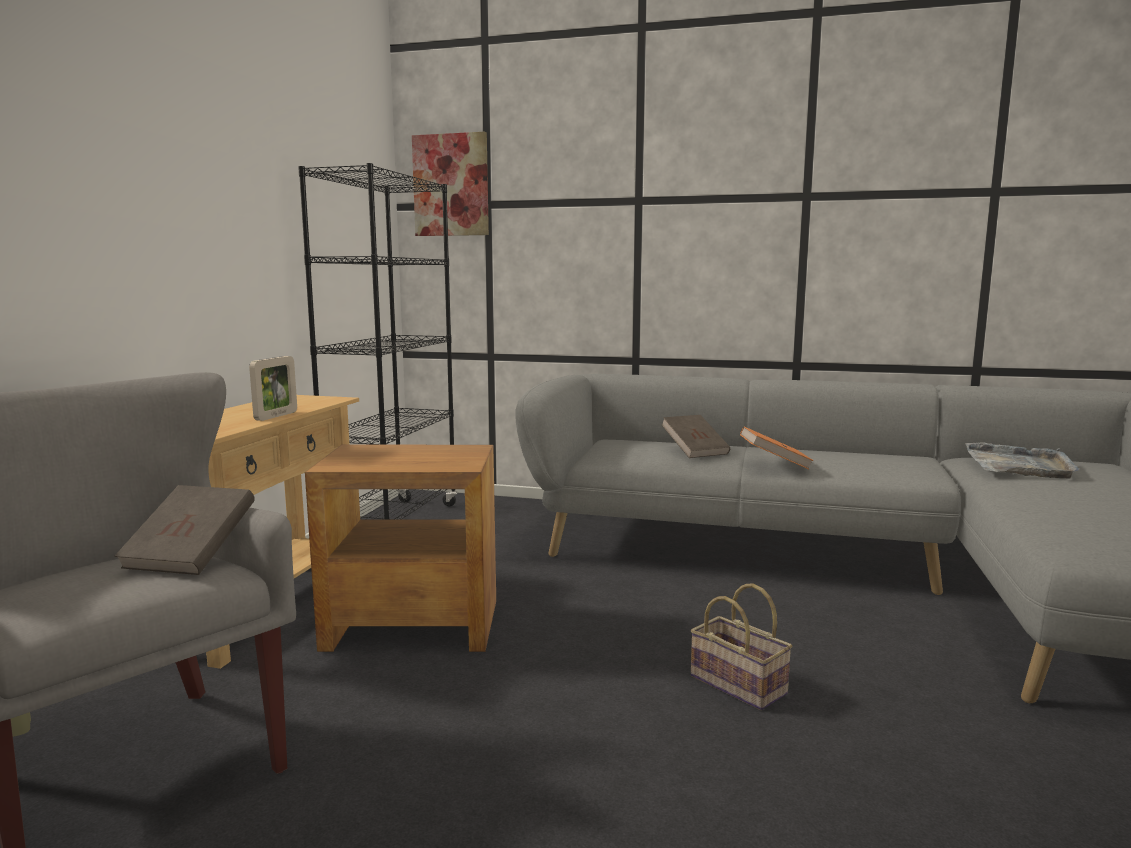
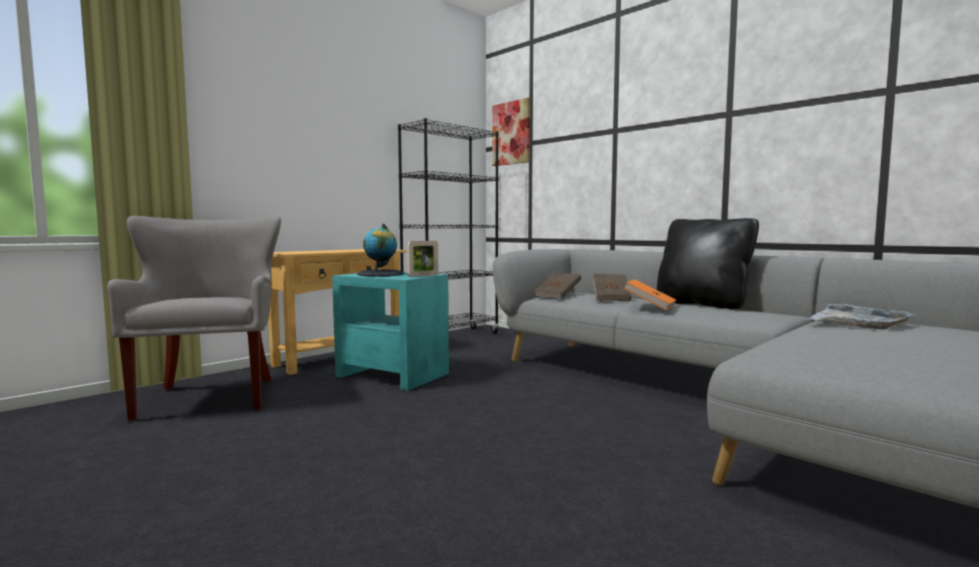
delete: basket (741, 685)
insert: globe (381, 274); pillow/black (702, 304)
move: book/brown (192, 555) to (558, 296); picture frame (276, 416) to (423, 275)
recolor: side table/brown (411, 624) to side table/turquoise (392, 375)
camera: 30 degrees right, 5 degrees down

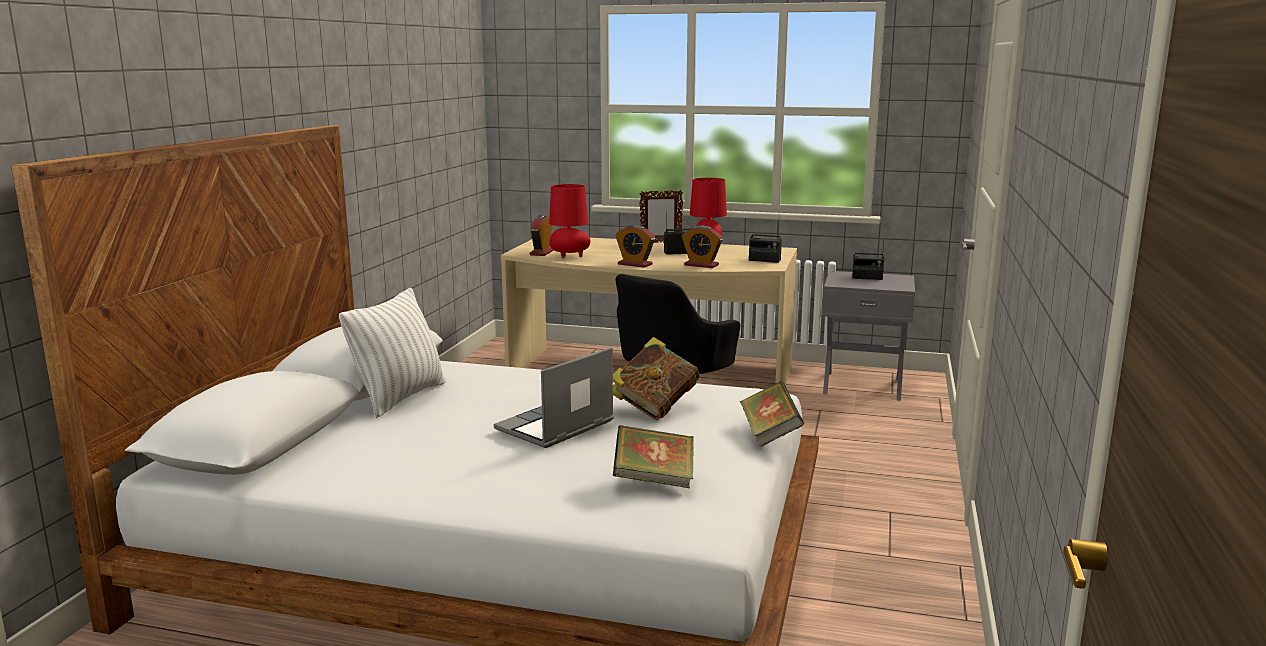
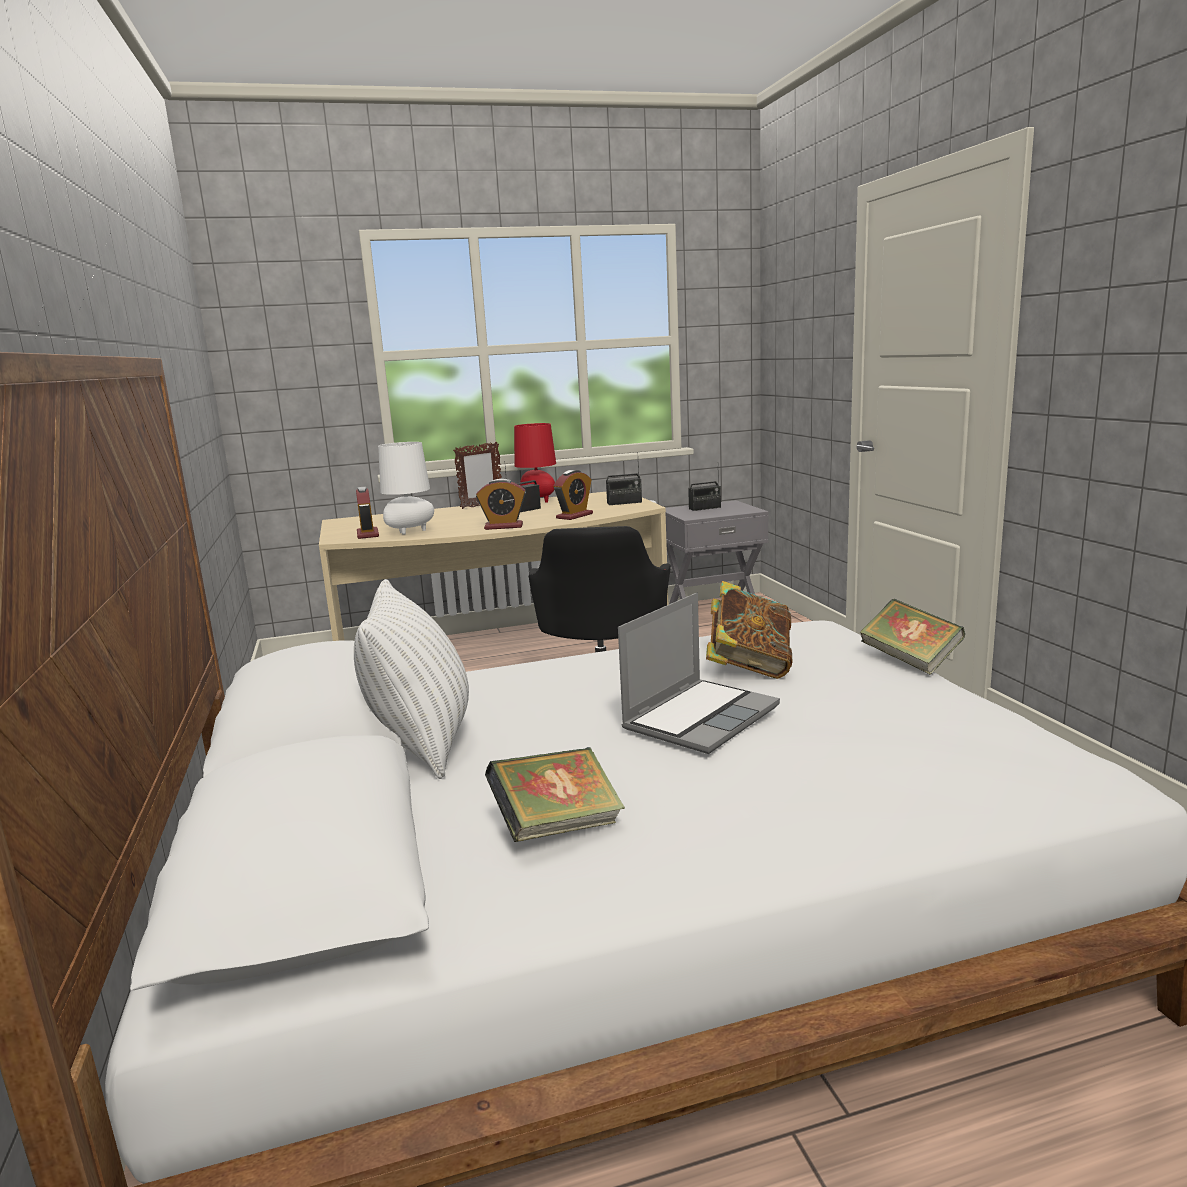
move: book (654, 480) to (557, 827)
recolor: table lamp/red (569, 256) to table lamp/white (410, 532)
rotate: laptop (555, 427) = (700, 717) 150 degrees counterclockwise; alarm clock (701, 265) = (574, 516) 45 degrees counterclockwise
camera: 30 degrees left, 0 degrees up

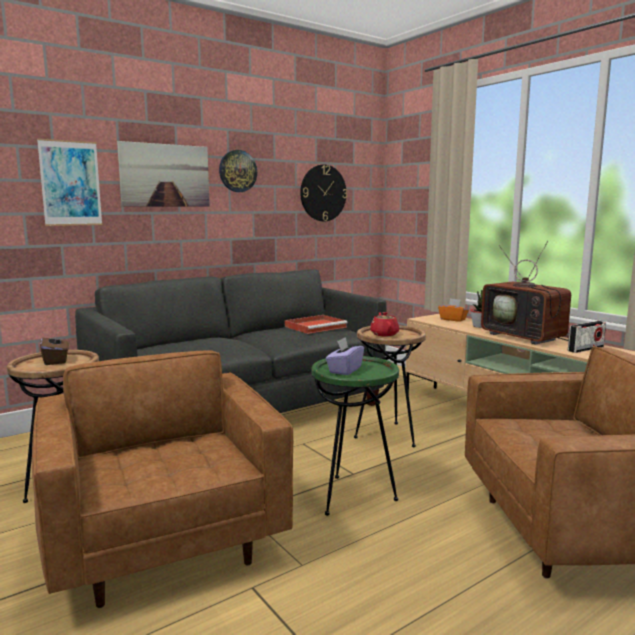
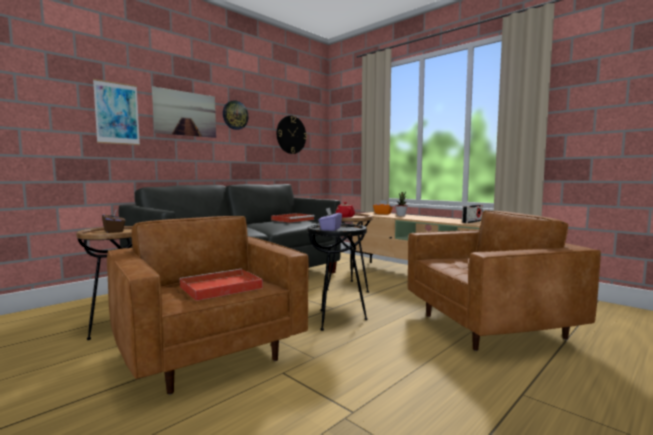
delete: television (526, 337)
insert: tray/red (219, 288)
recolor: side table/green (353, 496) to side table/black (336, 319)
camera: 10 degrees left, 5 degrees down

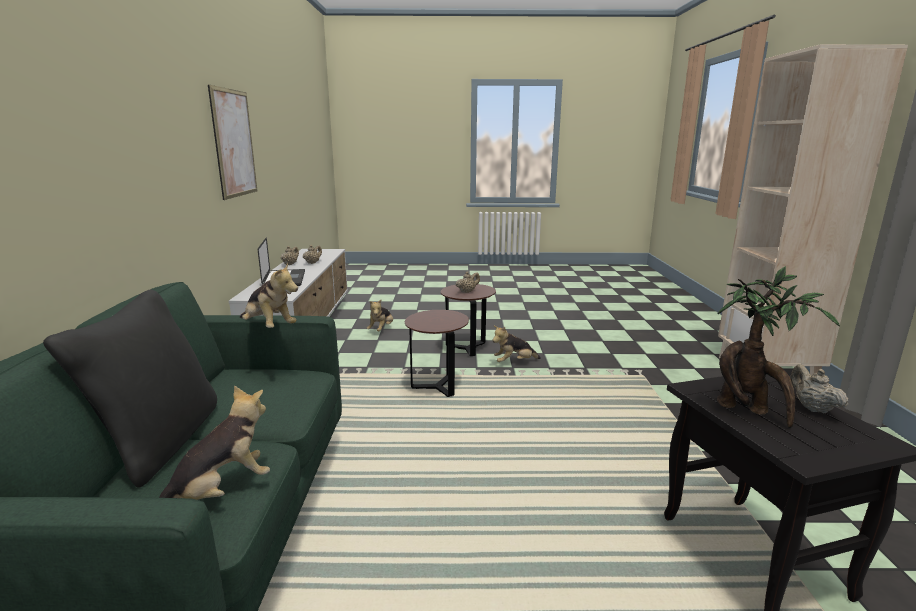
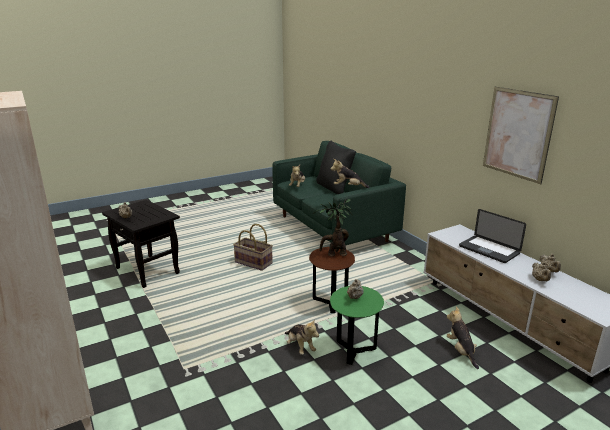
insert: basket (253, 263)
move: potted plant (748, 411) to (334, 254)
recolor: side table/brown (467, 348) to side table/green (354, 351)
rotate: plush toy (514, 362) = (300, 347) 105 degrees clockwise
camera: 150 degrees right, 5 degrees up

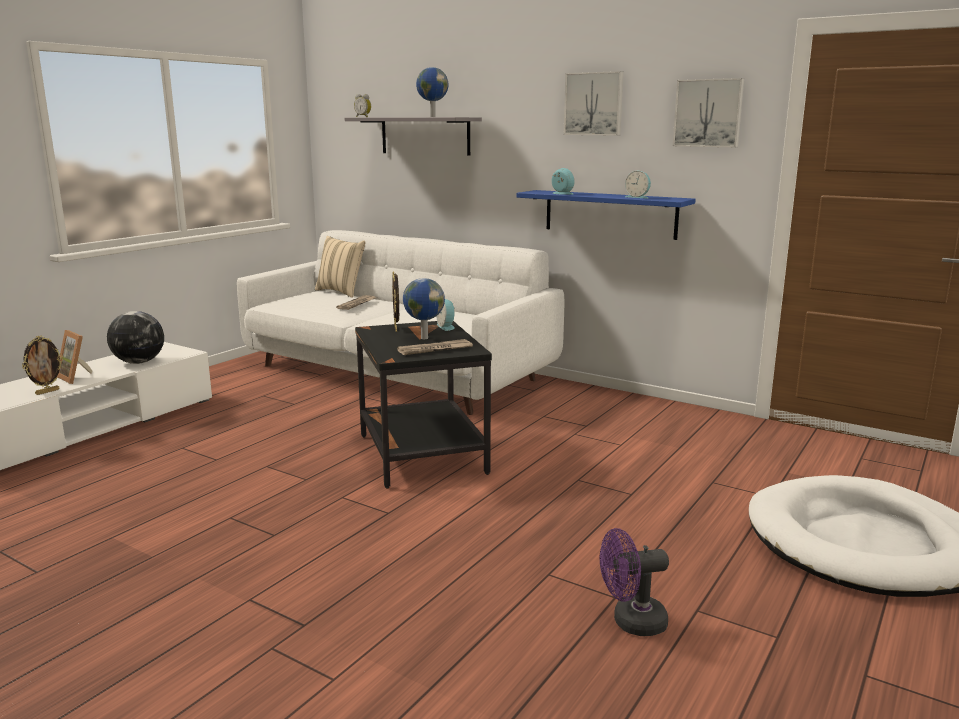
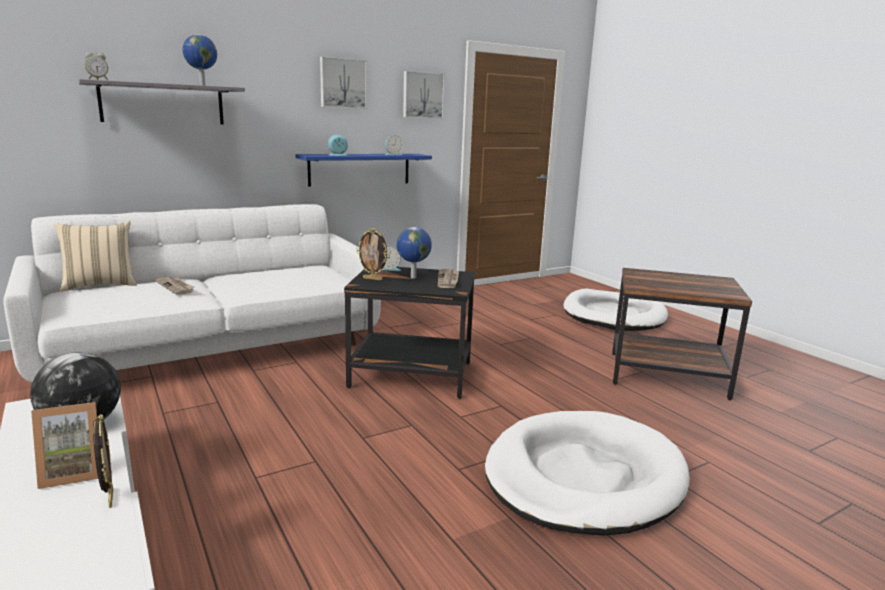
insert: dog bed/white (583, 477)
replace: fan/purple (631, 622) to side table/brown (667, 375)
camera: 65 degrees left, 0 degrees up

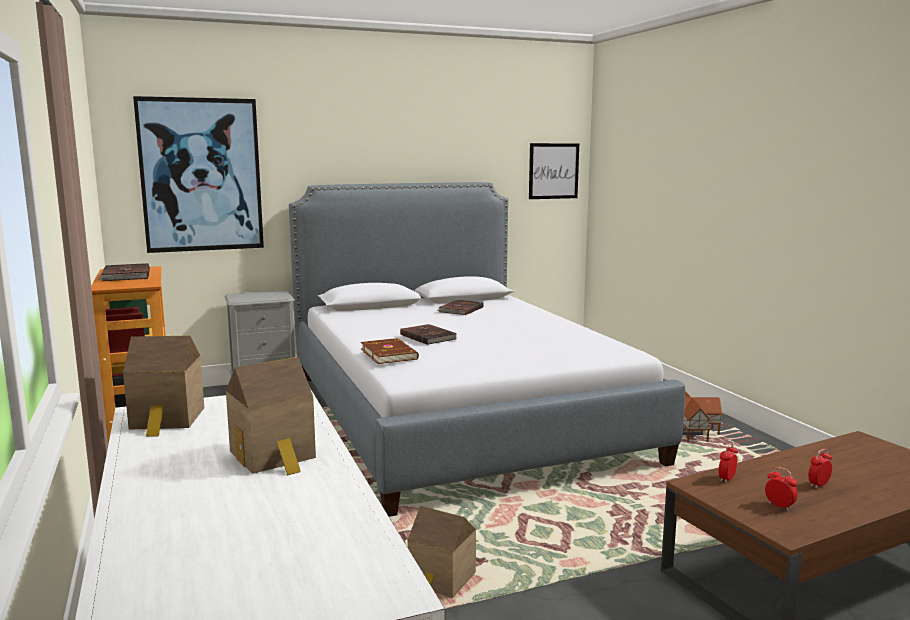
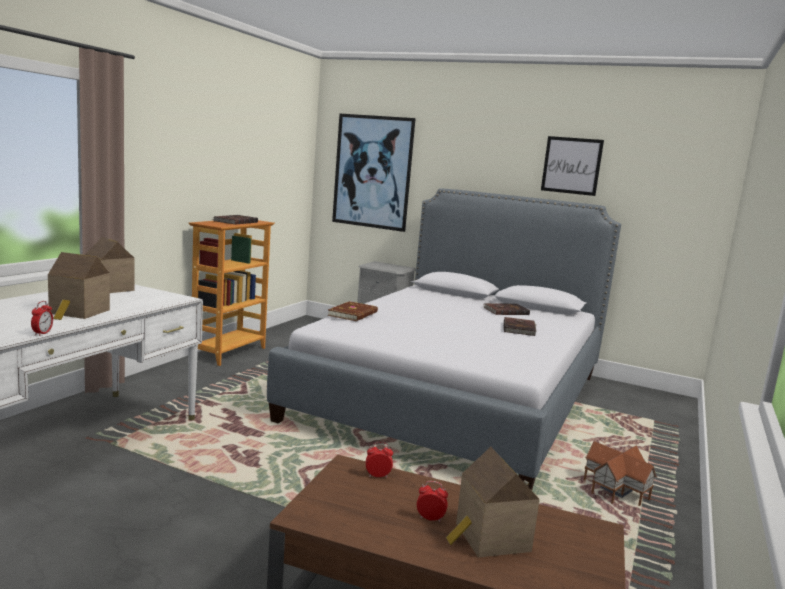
move: book/brown (428, 336) to (520, 328); toy house (441, 581) to (489, 538); picture (553, 171) to (571, 165); alarm clock (779, 506) to (42, 333)
camera: 45 degrees right, 0 degrees up

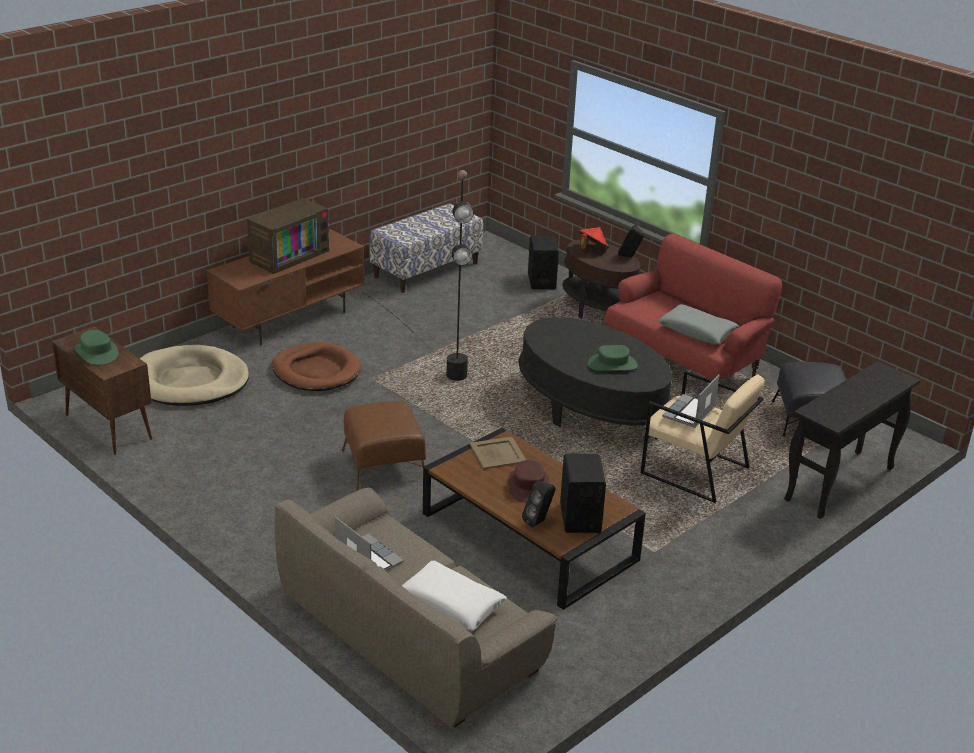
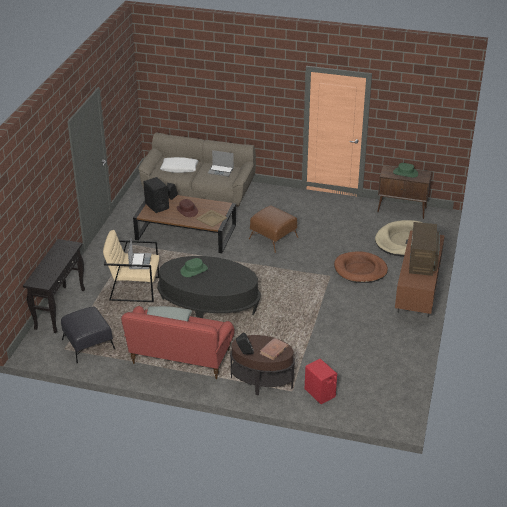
delete: floor lamp/black (429, 350); bench (426, 270)
replace: hat/red (591, 249) to book/brown (273, 350)
recolor: speaker/black (541, 281) to speaker/red (320, 393)
camera: 150 degrees right, 5 degrees up

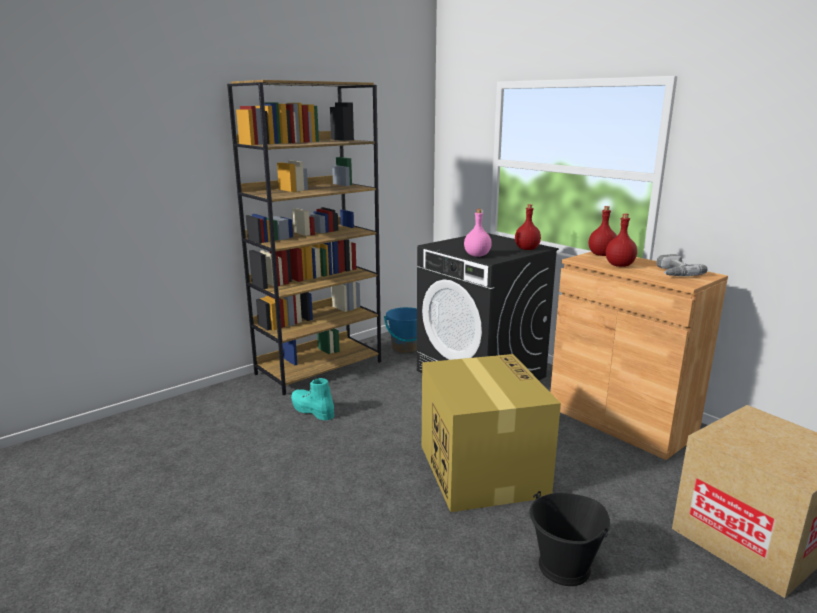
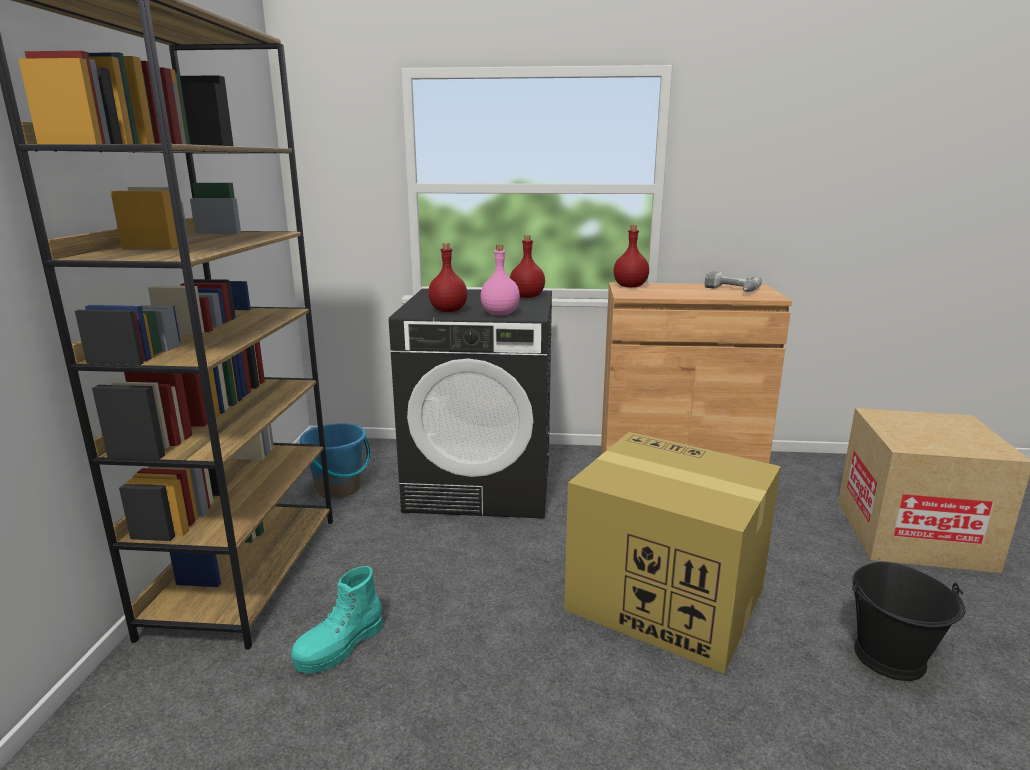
move: bottle/red (619, 265) to (448, 310)
rotate: boot/turquoise (312, 410) = (340, 647) 45 degrees counterclockwise
camera: 45 degrees left, 0 degrees up

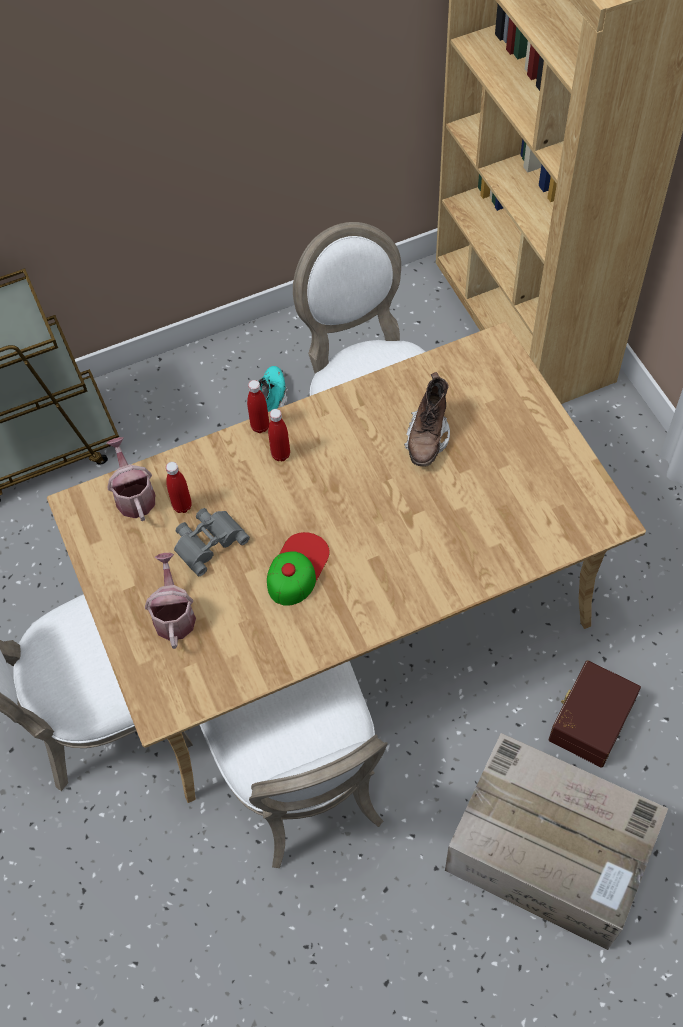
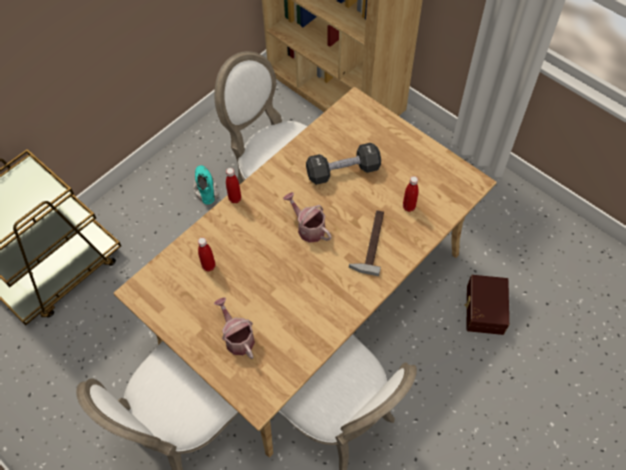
delete: binoculars/grey (208, 541); cap (297, 568); cardboard box (551, 853)
insert: hammer (370, 242)
move: watering can (134, 495) to (308, 228); bottle/red (280, 455) to (408, 207)
replace: boot/brown (427, 439) to dumbbell/black (343, 171)
camera: 25 degrees left, 0 degrees up

